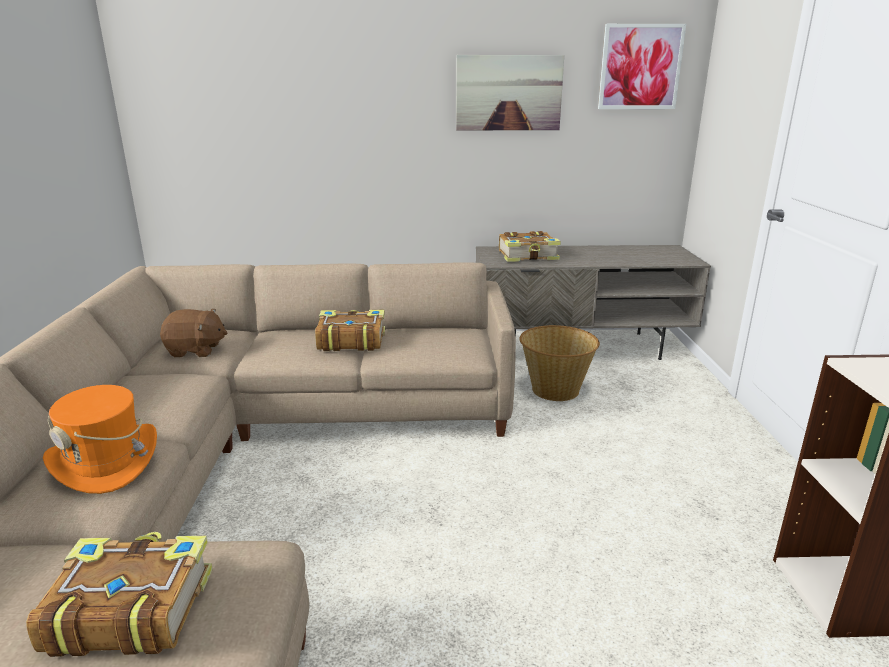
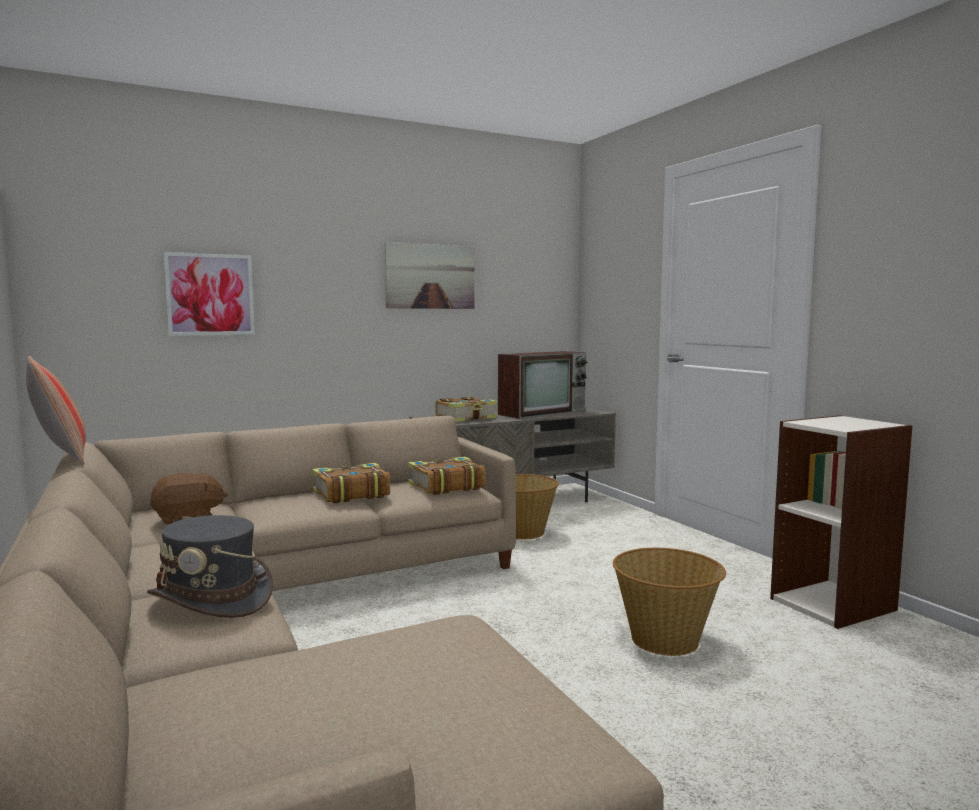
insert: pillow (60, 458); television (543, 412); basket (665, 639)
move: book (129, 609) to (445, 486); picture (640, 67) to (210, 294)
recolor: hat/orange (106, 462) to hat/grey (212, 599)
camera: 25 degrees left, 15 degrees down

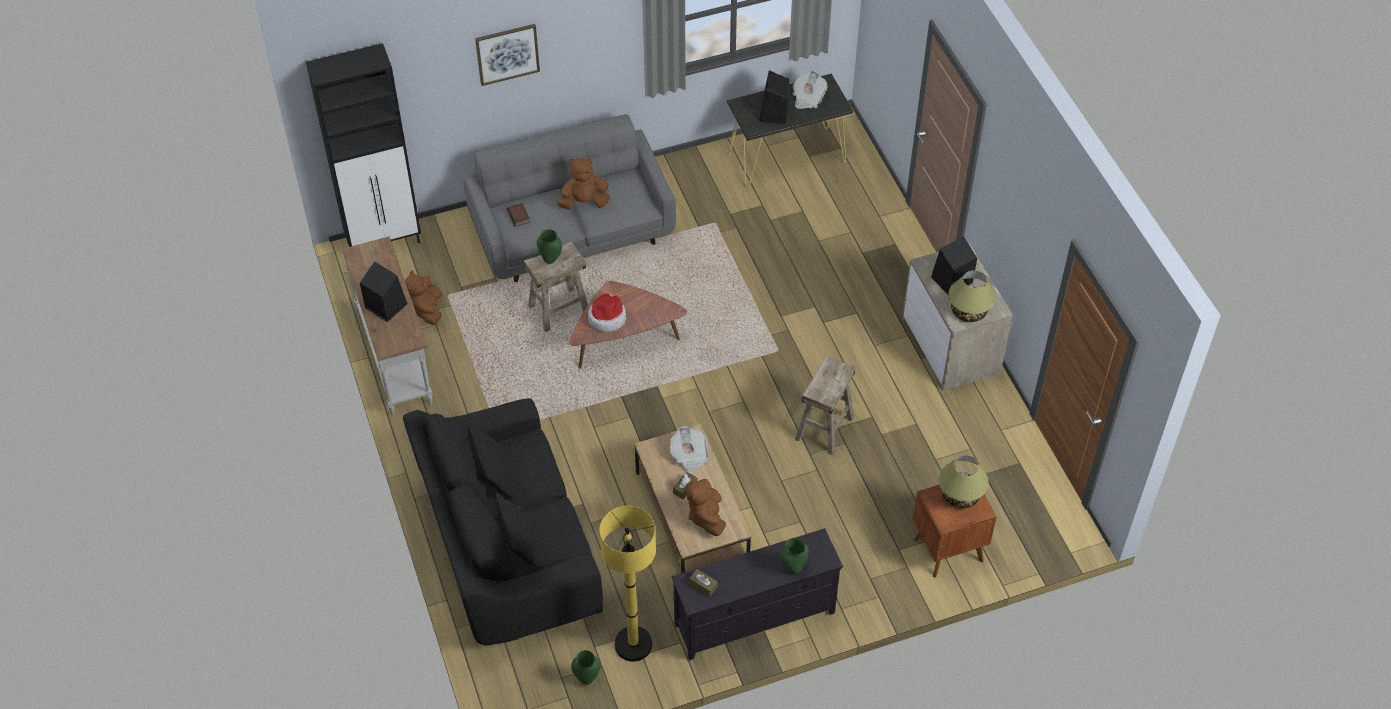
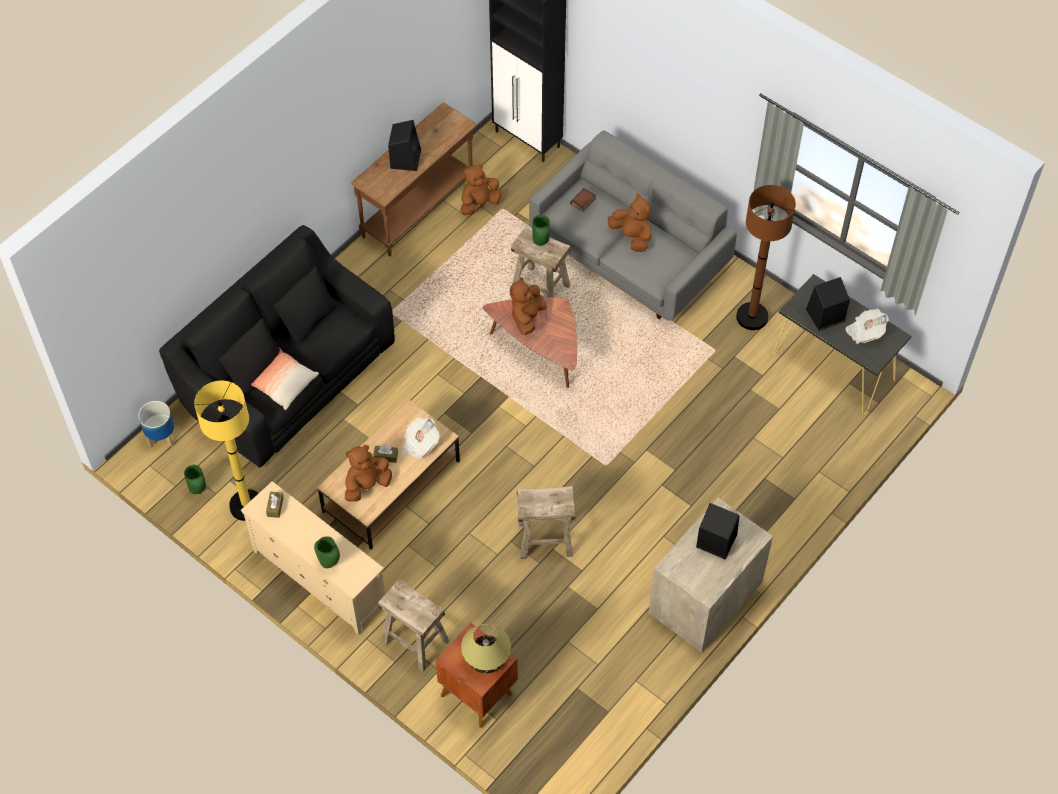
delete: picture (507, 54); table lamp (969, 311)
insert: planter (161, 436); pillow (283, 384); stool/beige (415, 641); floor lamp/brown (752, 317)
replace: hat (607, 318) to plush toy/brown (527, 317)
recolor: console table/white (396, 357) to console table/brown (419, 209); tv stand/black (754, 619) to tv stand/beige (319, 579)
camera: 60 degrees right, 5 degrees up

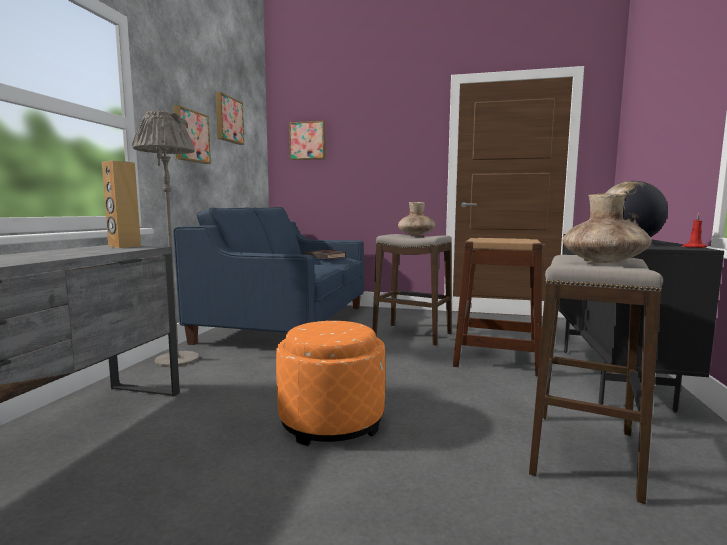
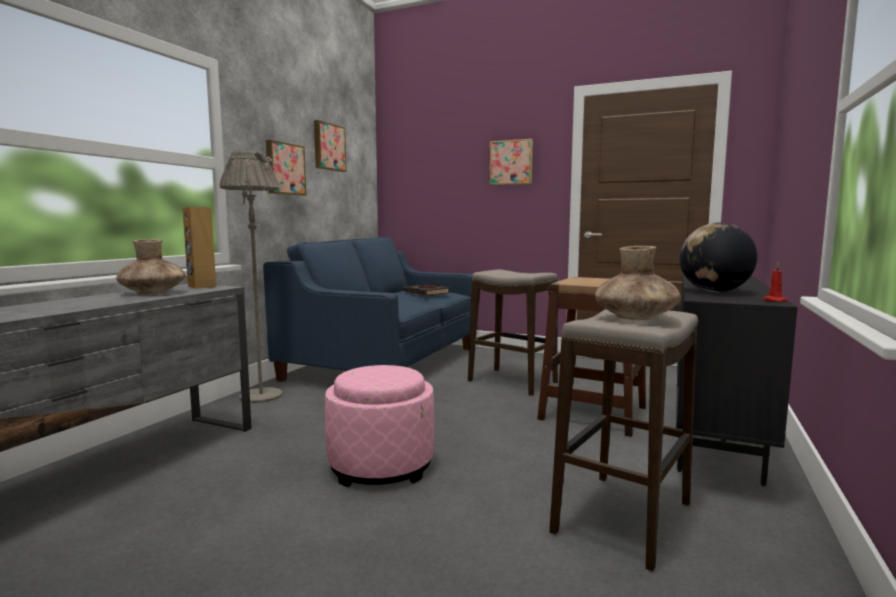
move: picture (308, 141) to (511, 162); vase/brown (416, 235) to (153, 293)
recolor: ottoman/orange (331, 421) to ottoman/pink (381, 466)
camera: 10 degrees right, 0 degrees up

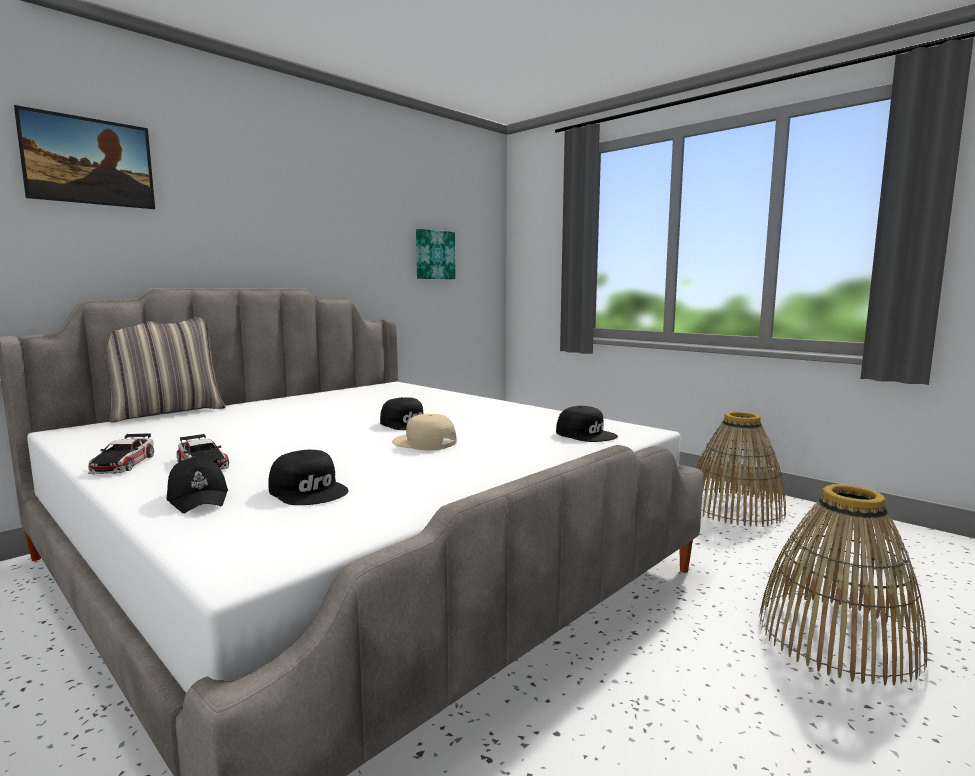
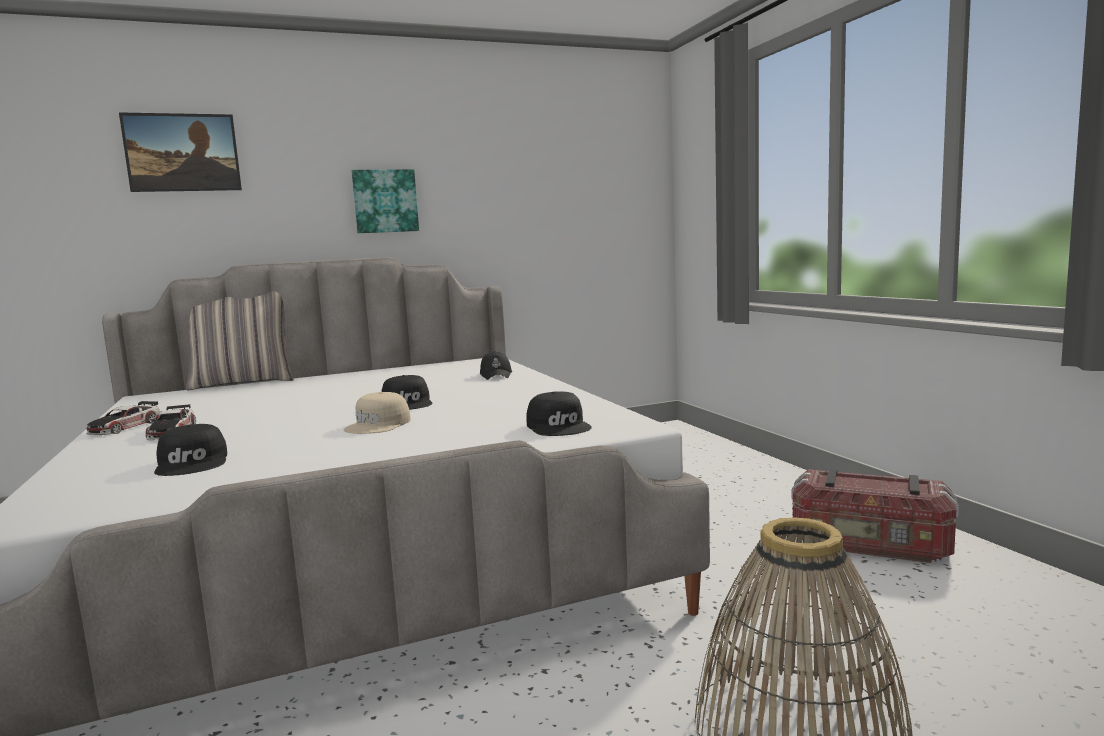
move: cap/black (199, 498) to (496, 375); picture (434, 255) to (385, 201)
replace: basket (735, 508) to storage box (870, 545)
rotate: cap/beige (424, 443) = (379, 425) 120 degrees counterclockwise
camera: 25 degrees right, 0 degrees up

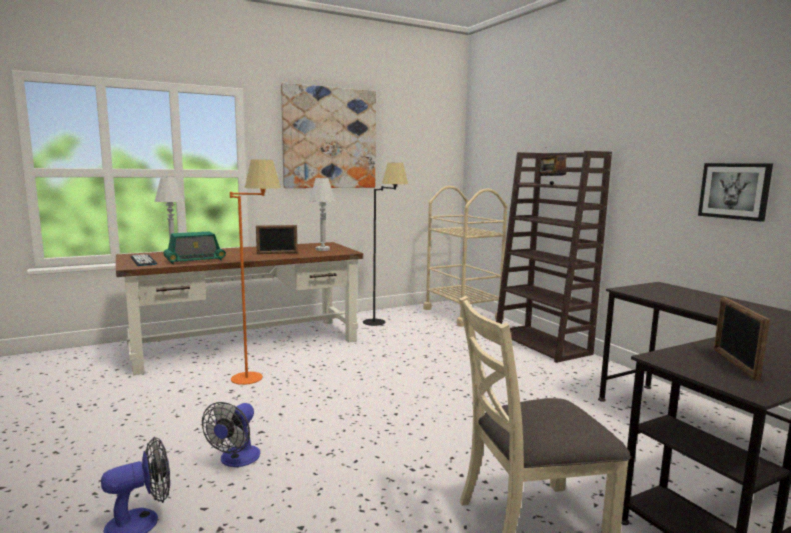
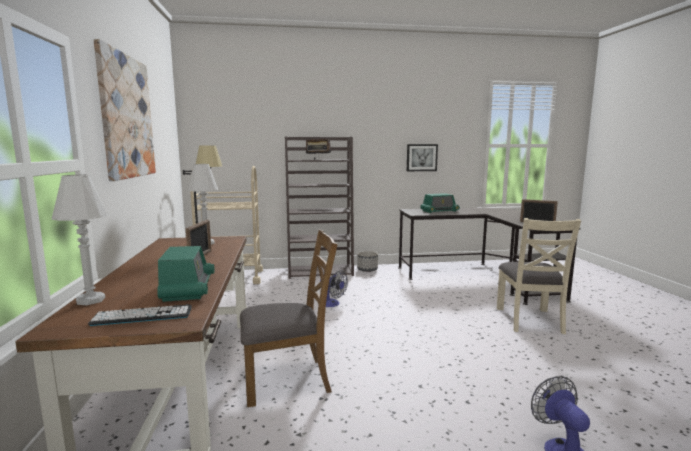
insert: planter (367, 269); radio (439, 211)
move: fan (236, 460) to (332, 304)
replace: floor lamp/orange (258, 373) to chair/brown (287, 380)
camera: 70 degrees left, 0 degrees up

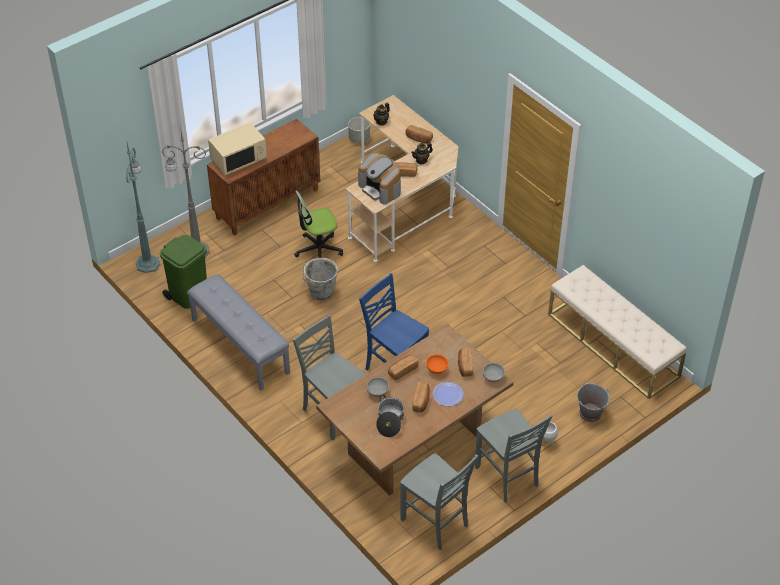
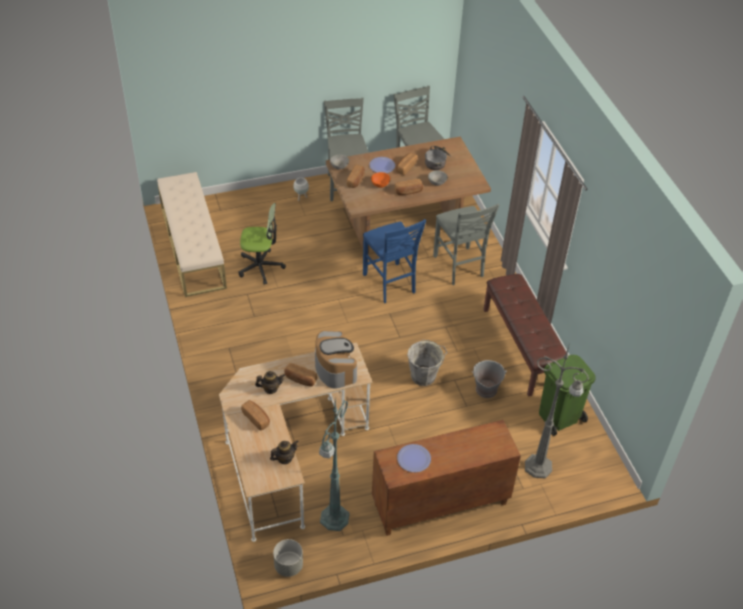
delete: microwave/beige (238, 159)
insert: plate (413, 459)
move: floor lamp/green (148, 263) to (333, 519); office chair (318, 250) to (261, 267); bucket/grey (590, 413) to (486, 389)
recolor: bench/grey (239, 346) to bench/brown (522, 348)
camera: 160 degrees left, 0 degrees up

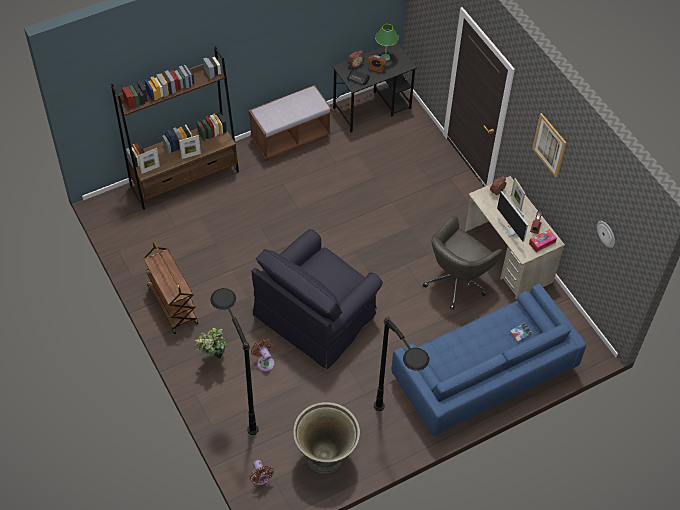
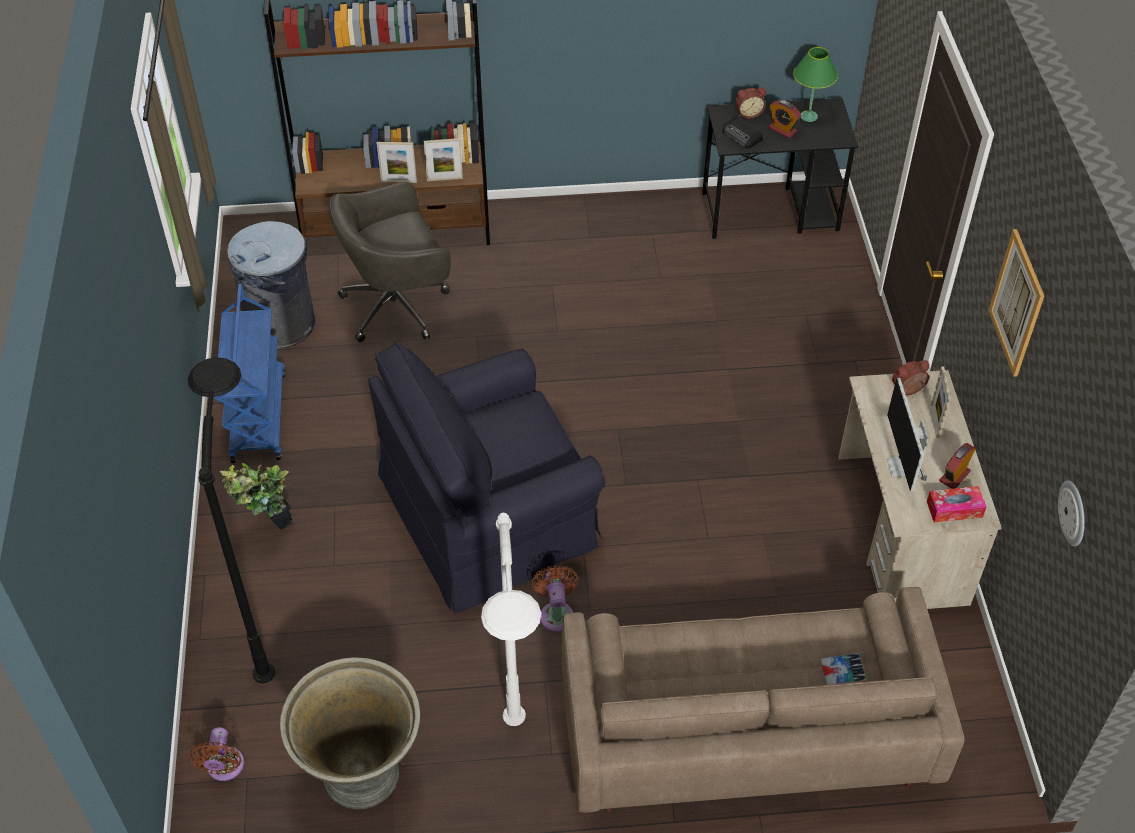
delete: bench/brown (290, 138)
insert: trash can/grey (281, 324)
move: picture frame (150, 170) to (444, 179); fan/brown (264, 362) to (556, 613); office chair/grey (457, 281) to (398, 305)
recolor: cart/brown (172, 305) to cart/blue (257, 416); floor lamp/black (396, 434) to floor lamp/white (518, 782); sofa/blue (483, 374) to sofa/beige (746, 731)
camera: 25 degrees right, 5 degrees down

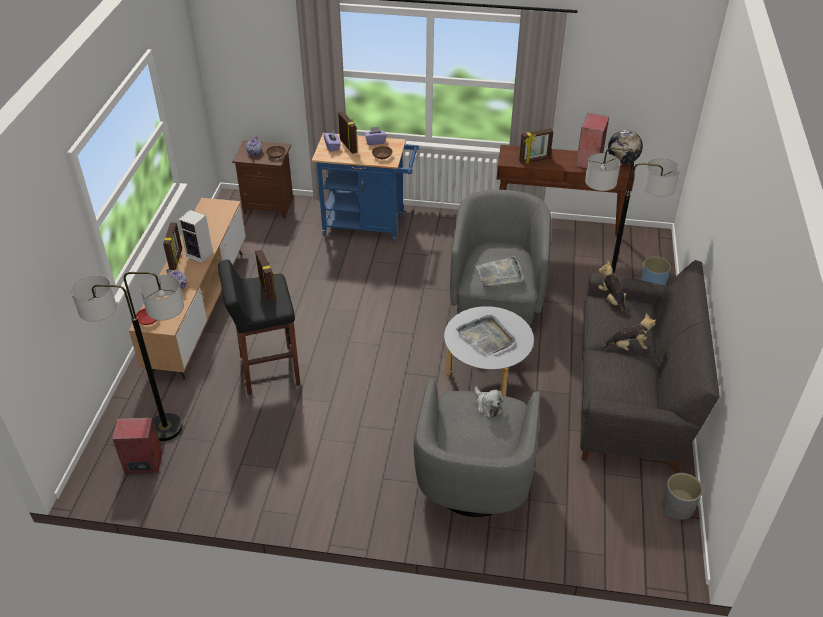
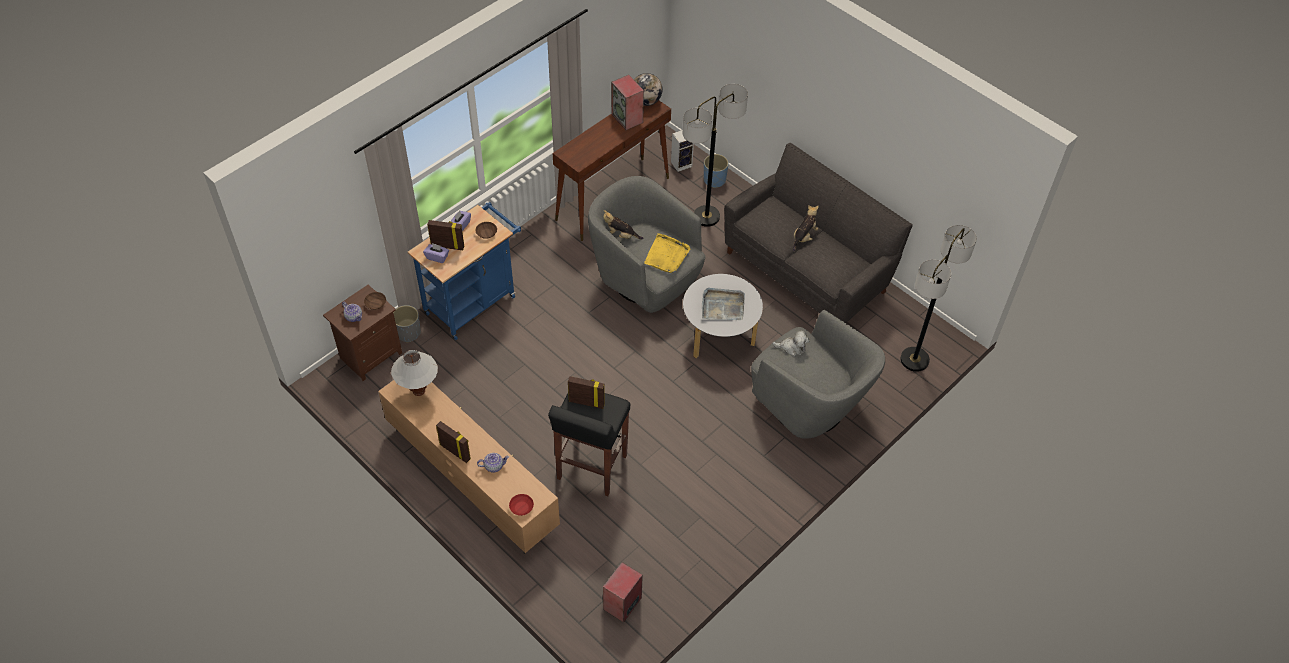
delete: picture frame (534, 160)
insert: table lamp/white (419, 391)
move: floor lamp (165, 428) to (914, 360); speaker (201, 255) to (682, 164); plush toy (612, 300) to (620, 236); planter/grey (678, 507) to (408, 332)
recolor: tray/grey (499, 274) to tray/yellow (666, 255)
camera: 55 degrees left, 10 degrees up

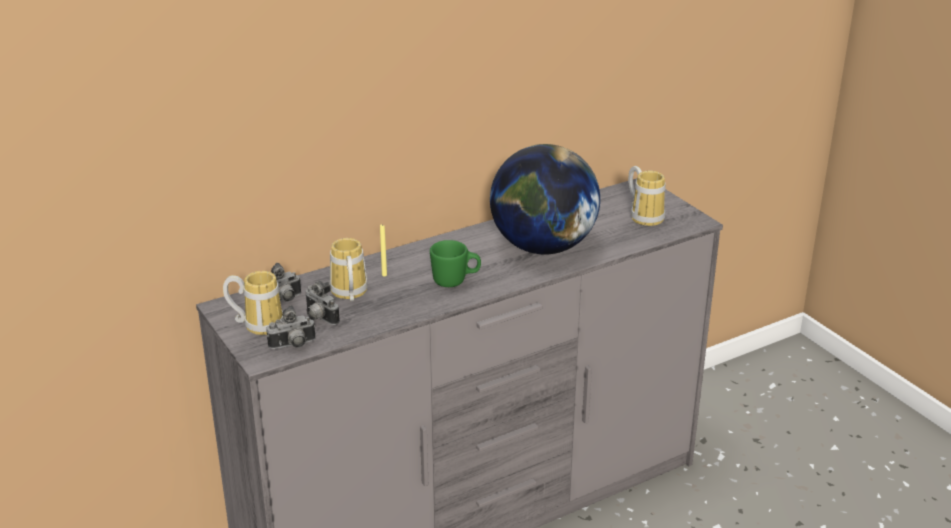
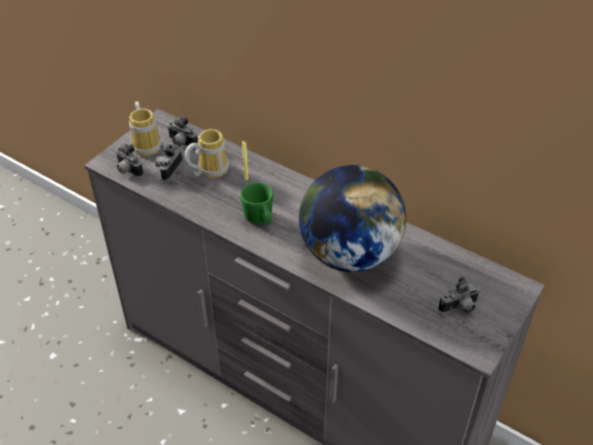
replace: mug (645, 216) to photo camera (459, 308)
camera: 65 degrees right, 15 degrees up

